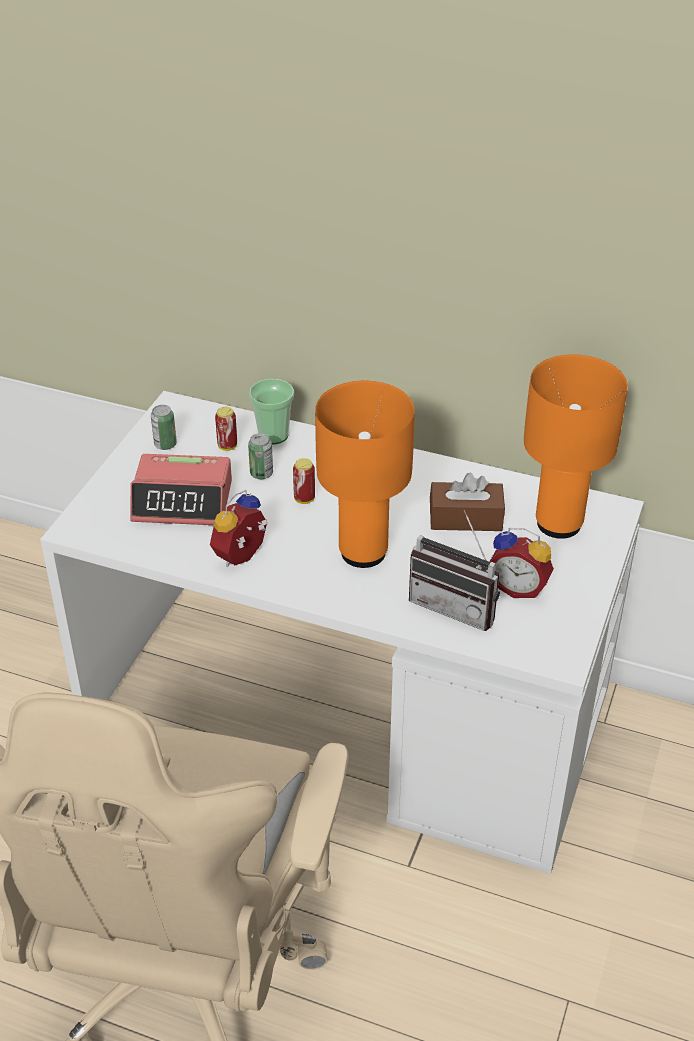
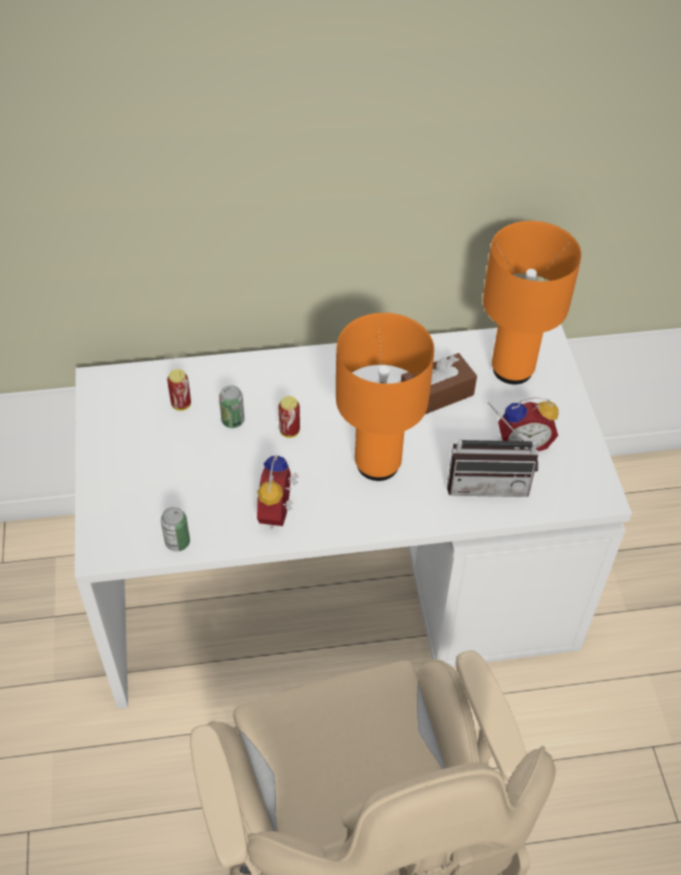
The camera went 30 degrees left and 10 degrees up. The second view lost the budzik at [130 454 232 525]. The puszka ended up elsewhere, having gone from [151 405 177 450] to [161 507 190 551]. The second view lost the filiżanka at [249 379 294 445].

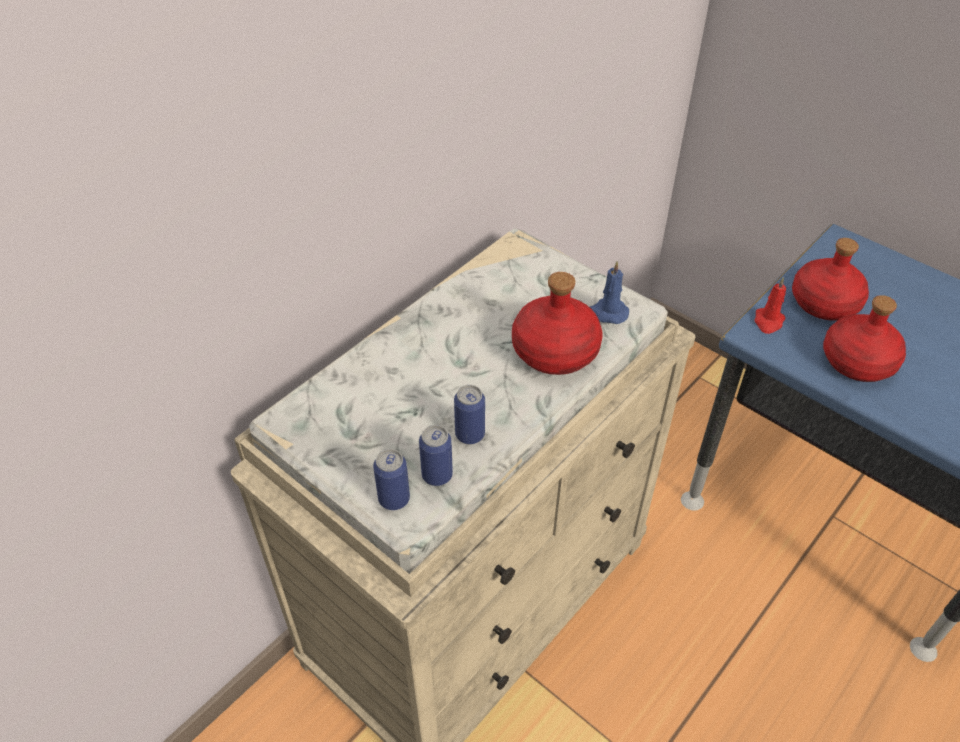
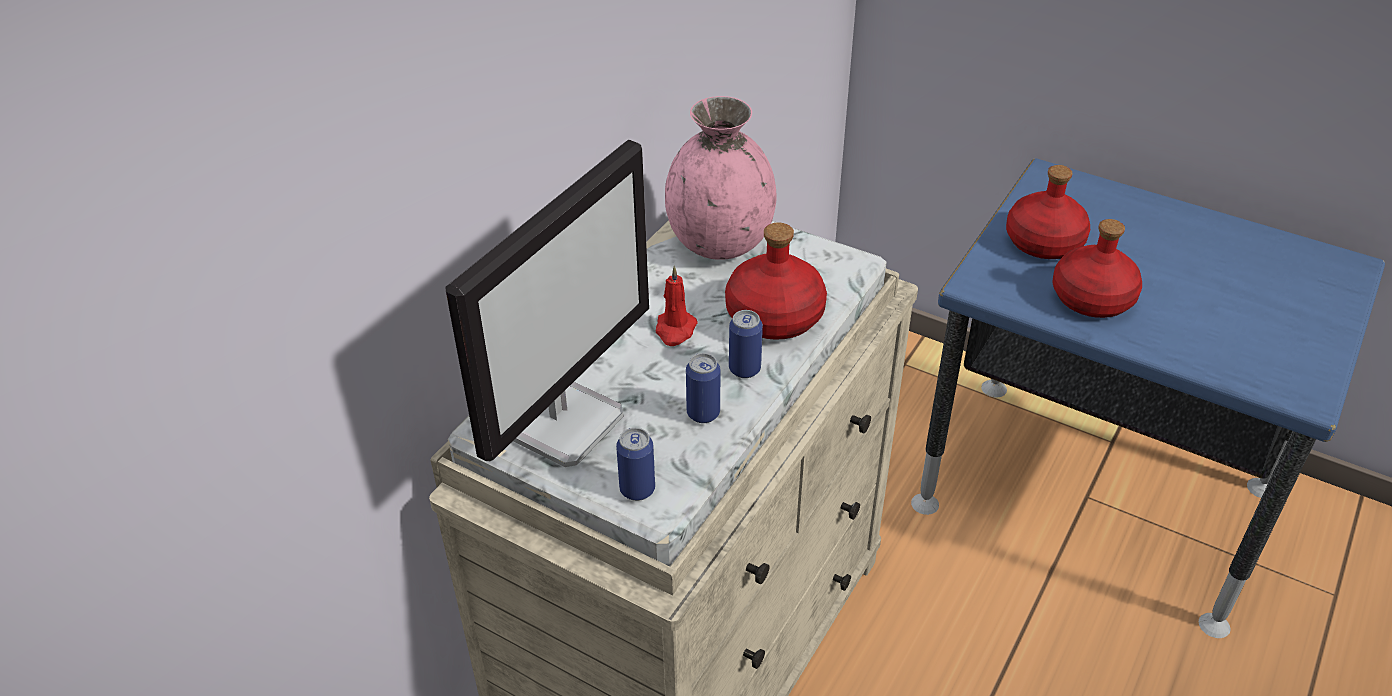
The camera went 10 degrees left and 5 degrees down. The puszka ended up elsewhere, having gone from [419 425 453 486] to [729 310 763 378]. The second view lost the świeca [niebieski] at [590 261 629 324]. The świeca [czerwony] ended up elsewhere, having gone from [754 277 786 334] to [656 266 698 346]. The second view gained the monitor at [445 140 649 467]. The second view gained the wazon [różowy] at [665 96 777 260].

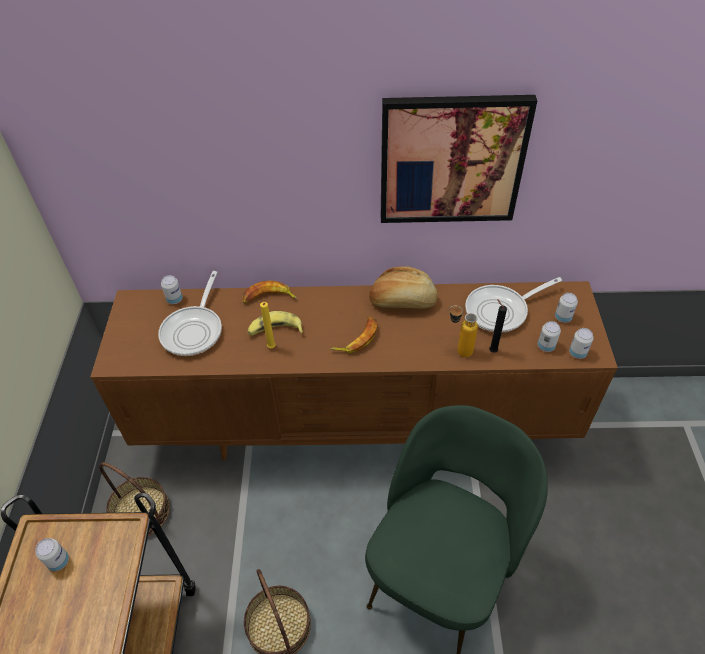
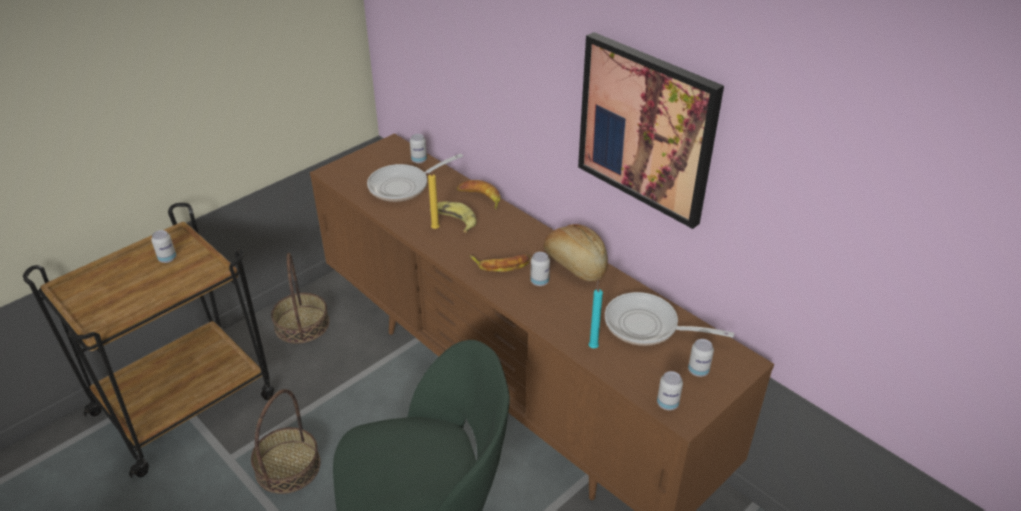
The camera went 45 degrees right and 10 degrees down. The second view lost the butelka at [449 305 478 357]. What was the świeca [czarny] at [489 299 507 353] turned into the świeca [turkusowy] at [588 280 603 348]. The puszka ended up elsewhere, having gone from [538 321 561 352] to [530 252 550 286].

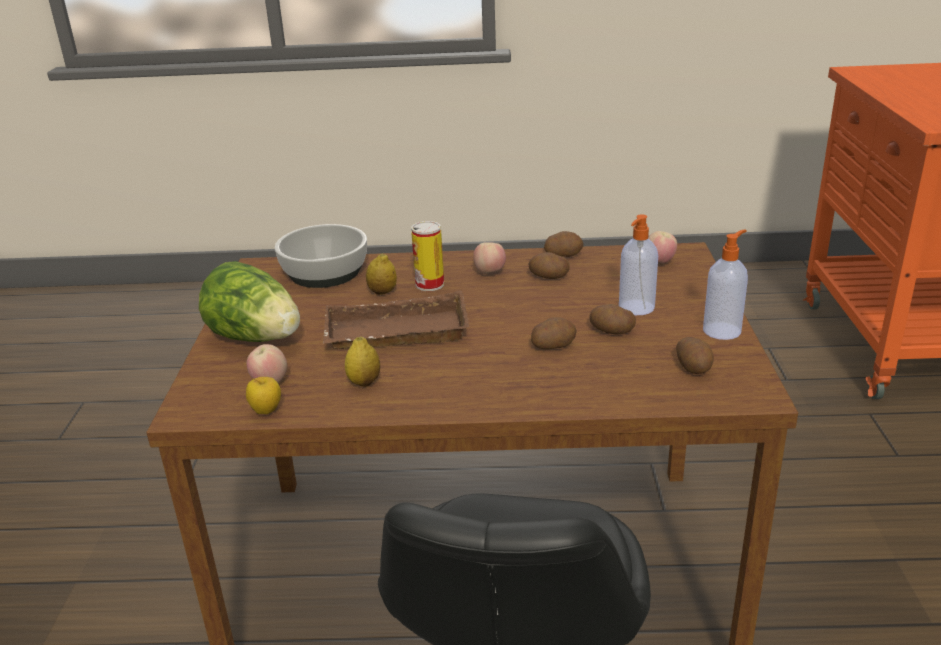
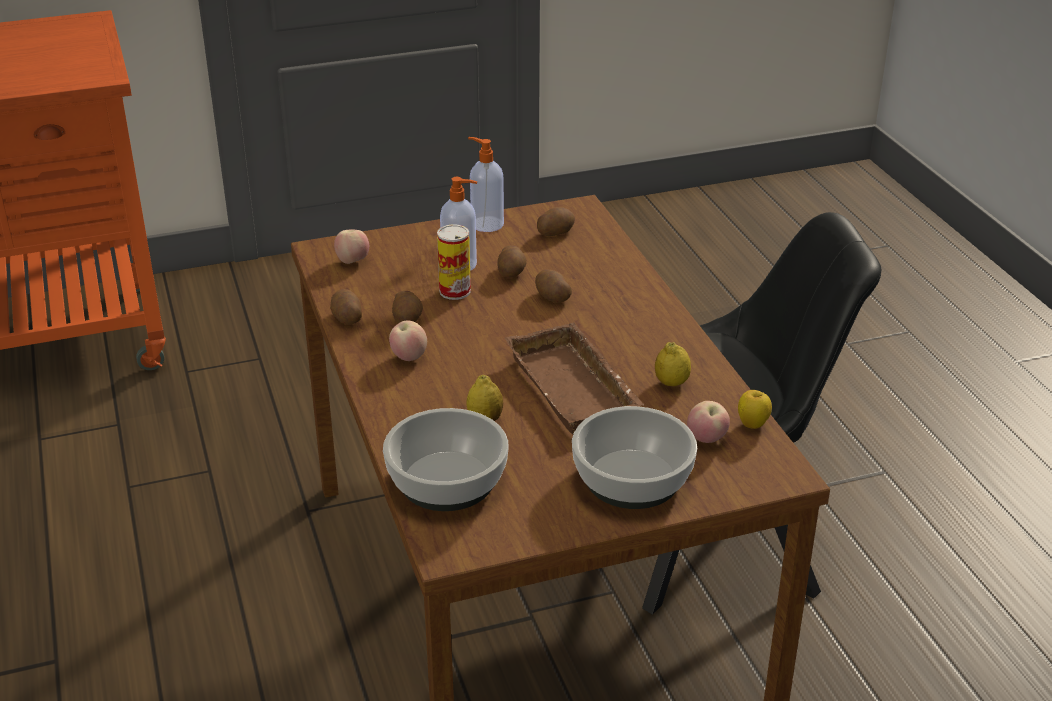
The camera went 110 degrees left and 5 degrees up. Where the sałata stood at [199 261 300 342], the miska came to stand at [572 406 697 509]. The puszka ended up elsewhere, having gone from [411 221 444 291] to [437 224 471 300].

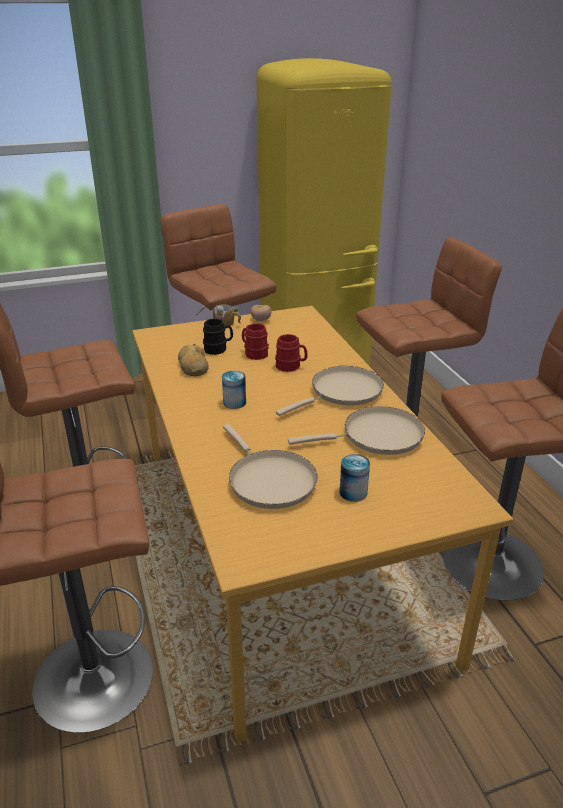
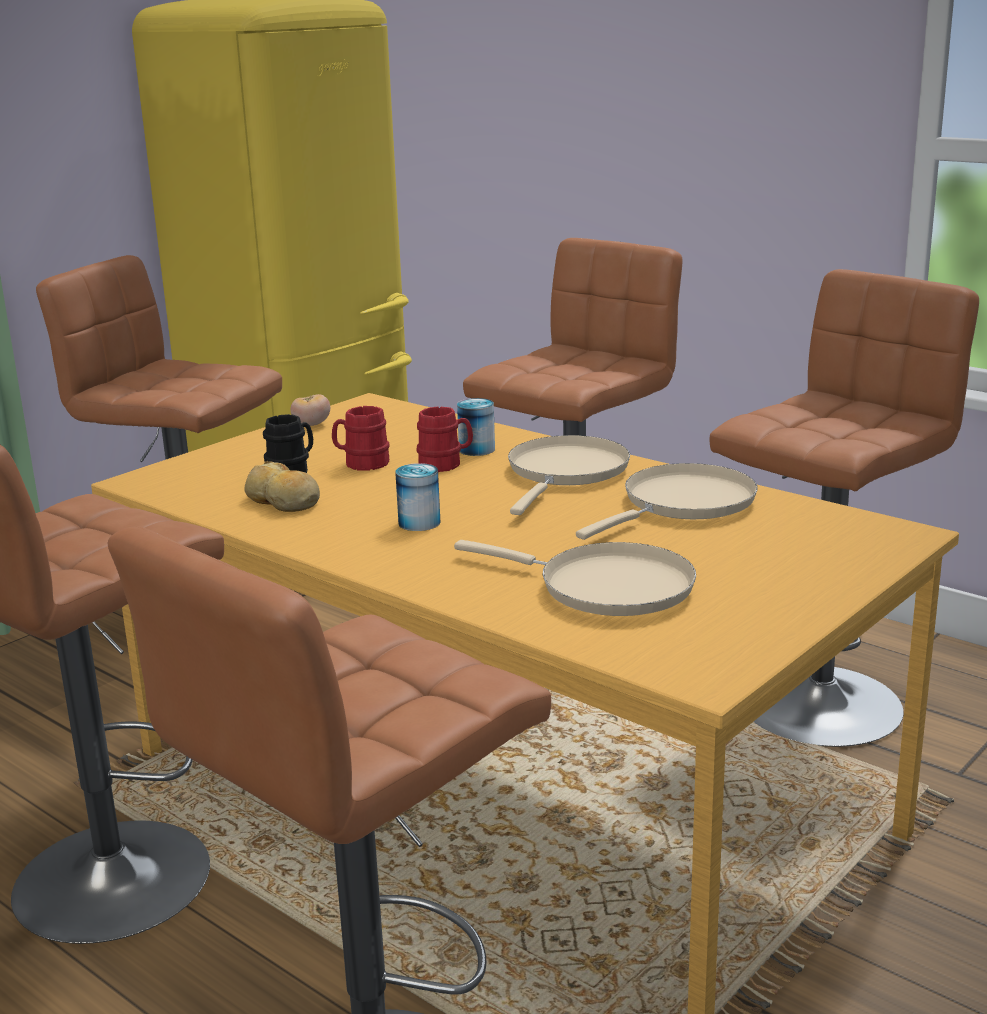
The camera went 30 degrees left and 10 degrees down. The second view lost the kubek at [213 304 241 326]. The puszka ended up elsewhere, having gone from [339 454 370 502] to [457 398 495 456].

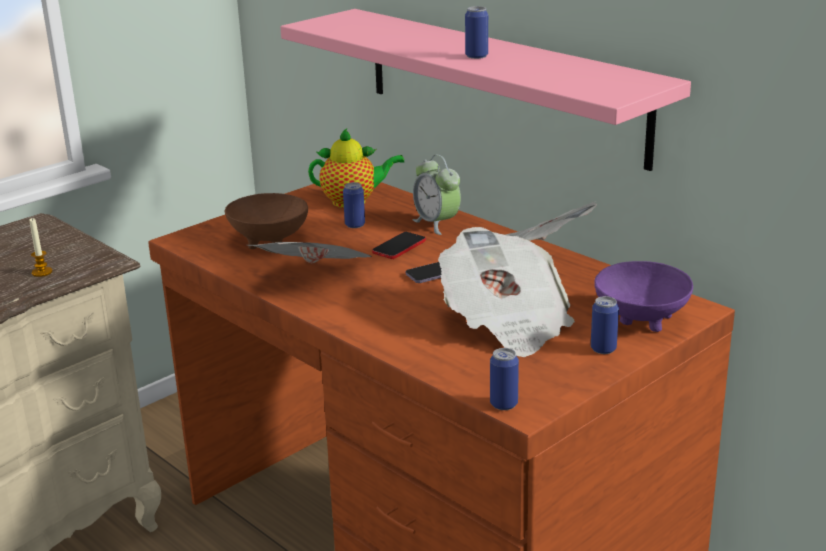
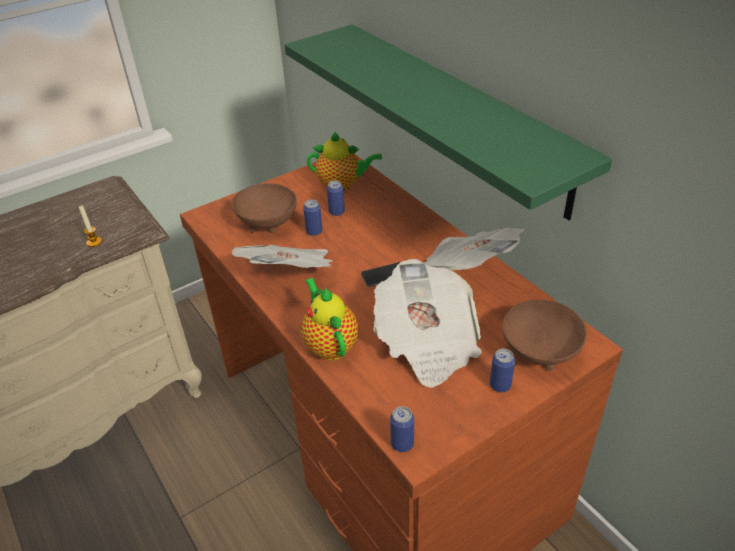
The camera went 10 degrees right and 15 degrees up. What was the półka [różowy] at [280 9 691 171] turned into the półka [zielony] at [285 25 612 220]. The second view lost the telefon at [372 232 426 259]. The second view lost the budzik at [413 154 461 235]. The puszka ended up elsewhere, having gone from [465 6 488 59] to [303 199 323 236]. What was the miska [fioletowy] at [594 261 693 332] turned into the miska [brązowy] at [502 300 587 371]. The second view gained the imbryk at [301 278 358 361].

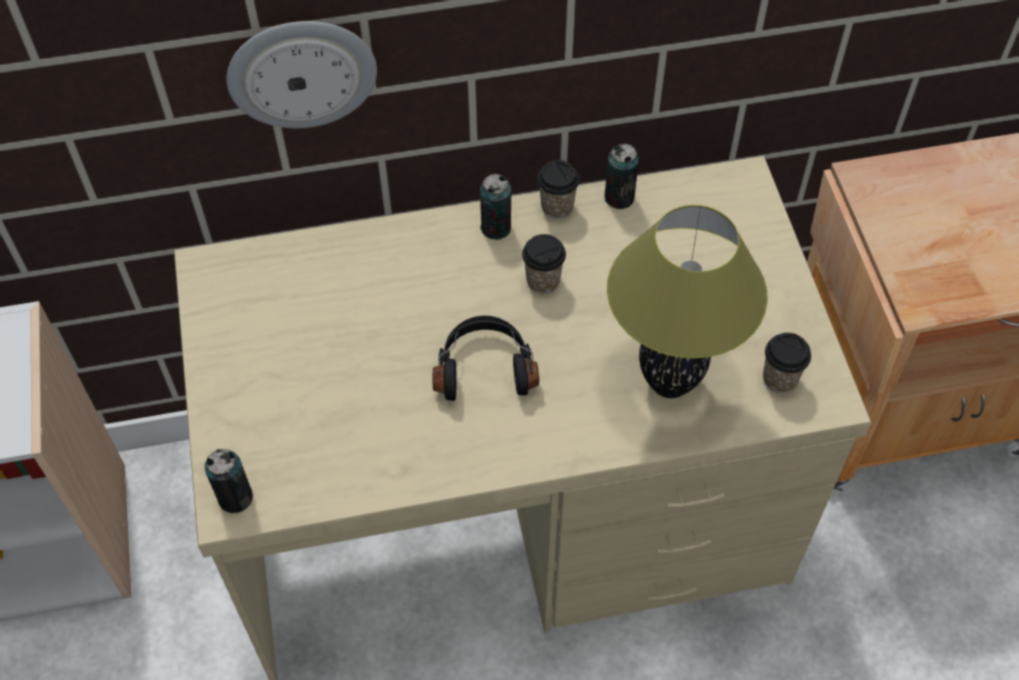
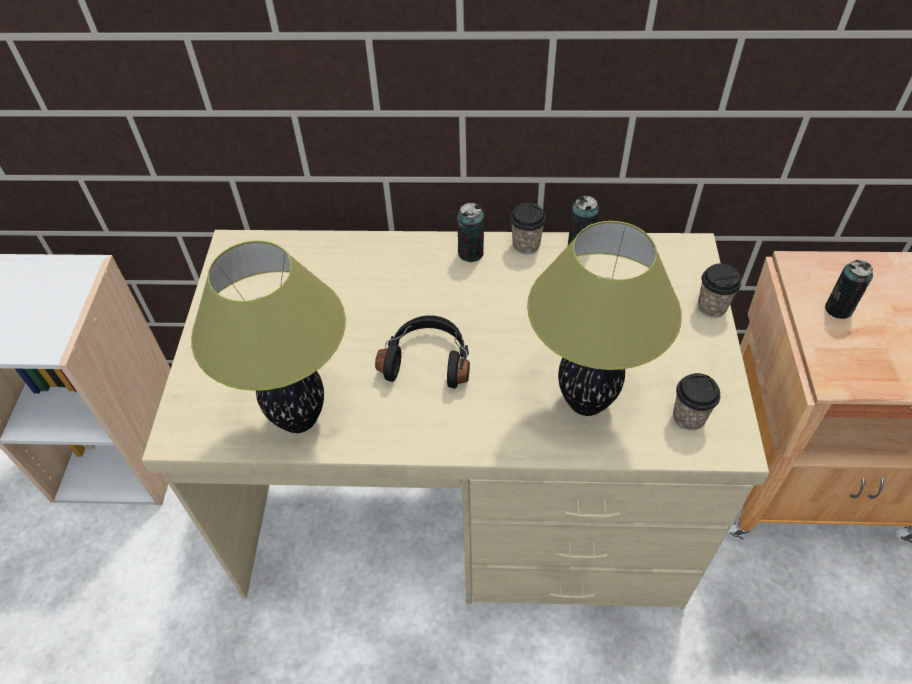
The camera went 15 degrees right and 5 degrees down. The puszka ended up elsewhere, having gone from [205 449 253 513] to [825 260 873 319]. The second view lost the zegar ścienny at [226 21 377 128]. The filiżanka ended up elsewhere, having gone from [522 234 566 294] to [698 264 741 318]. The second view gained the lampa stołowa at [191 240 346 433].

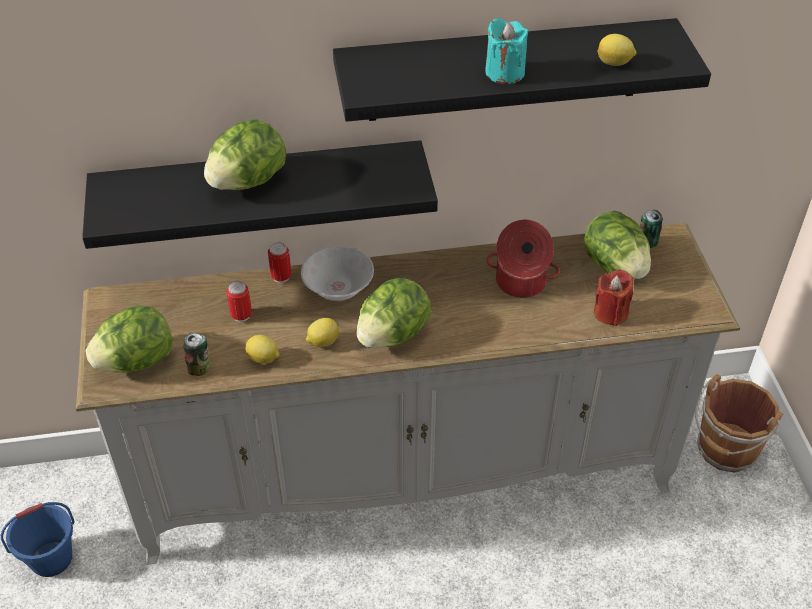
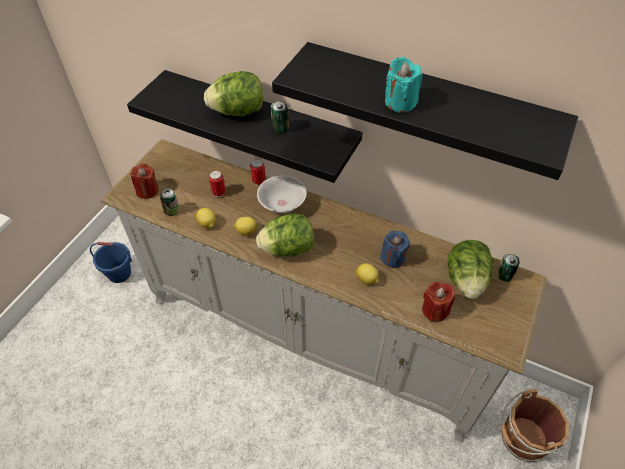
The camera went 35 degrees right and 5 degrees up. Where the sałata stood at [86 306 173 373], the świeca [czerwony] came to stand at [130 163 159 199]. Where the garnek stood at [486 220 560 298], the świeca [niebieski] came to stand at [380 230 410 268]. The cytryna ended up elsewhere, having gone from [598 34 636 66] to [356 263 379 285]. The second view gained the puszka at [271 101 289 133].

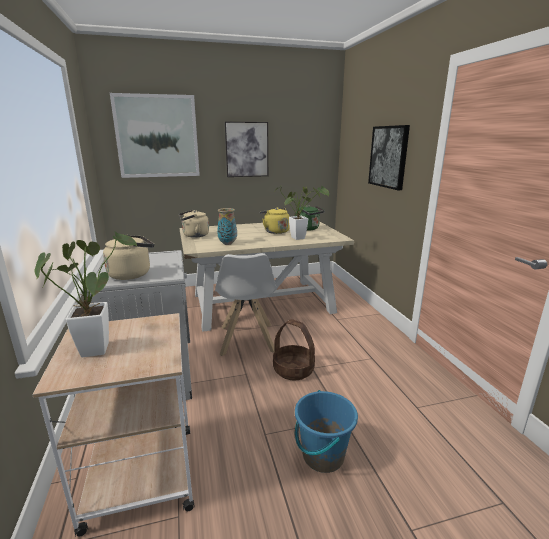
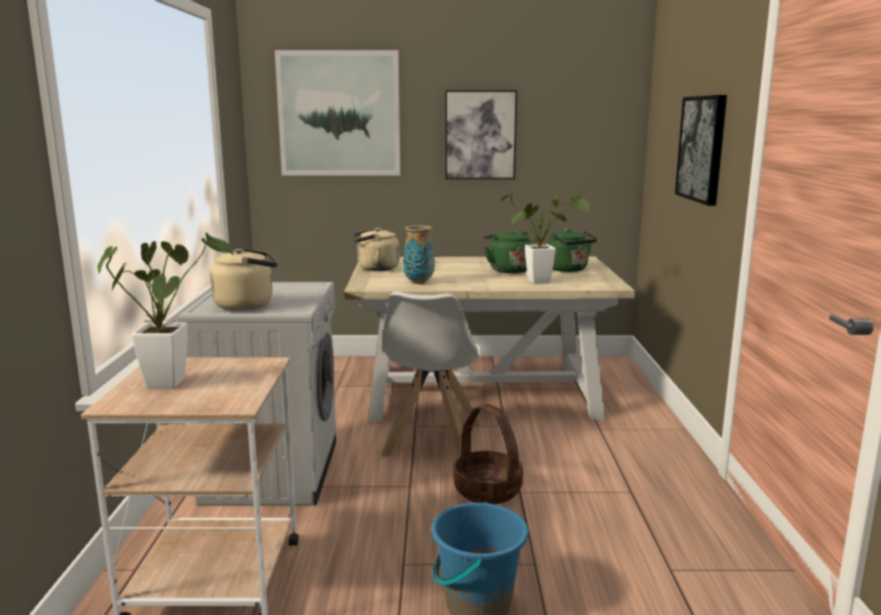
The camera went 15 degrees right and 5 degrees down. What was the czajnik [żółty] at [260 208 290 234] turned into the czajnik [zielony] at [484 230 533 274].

